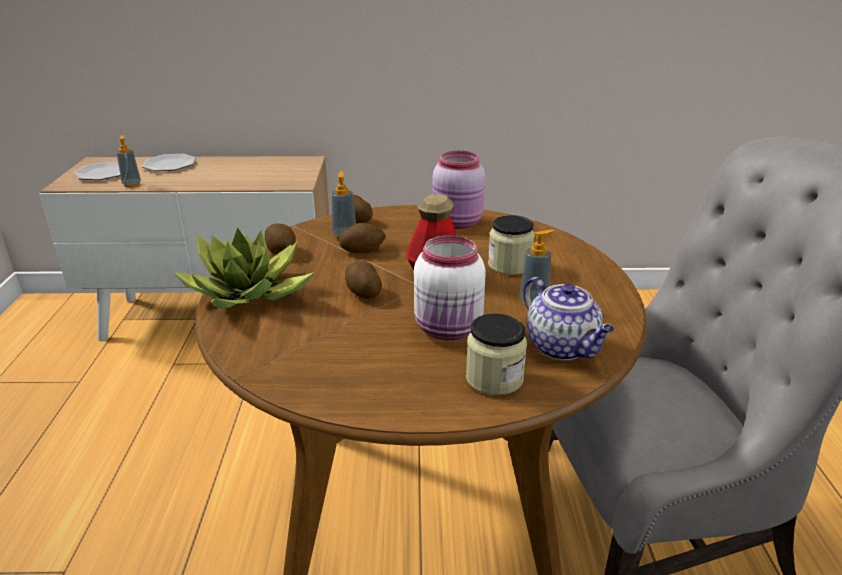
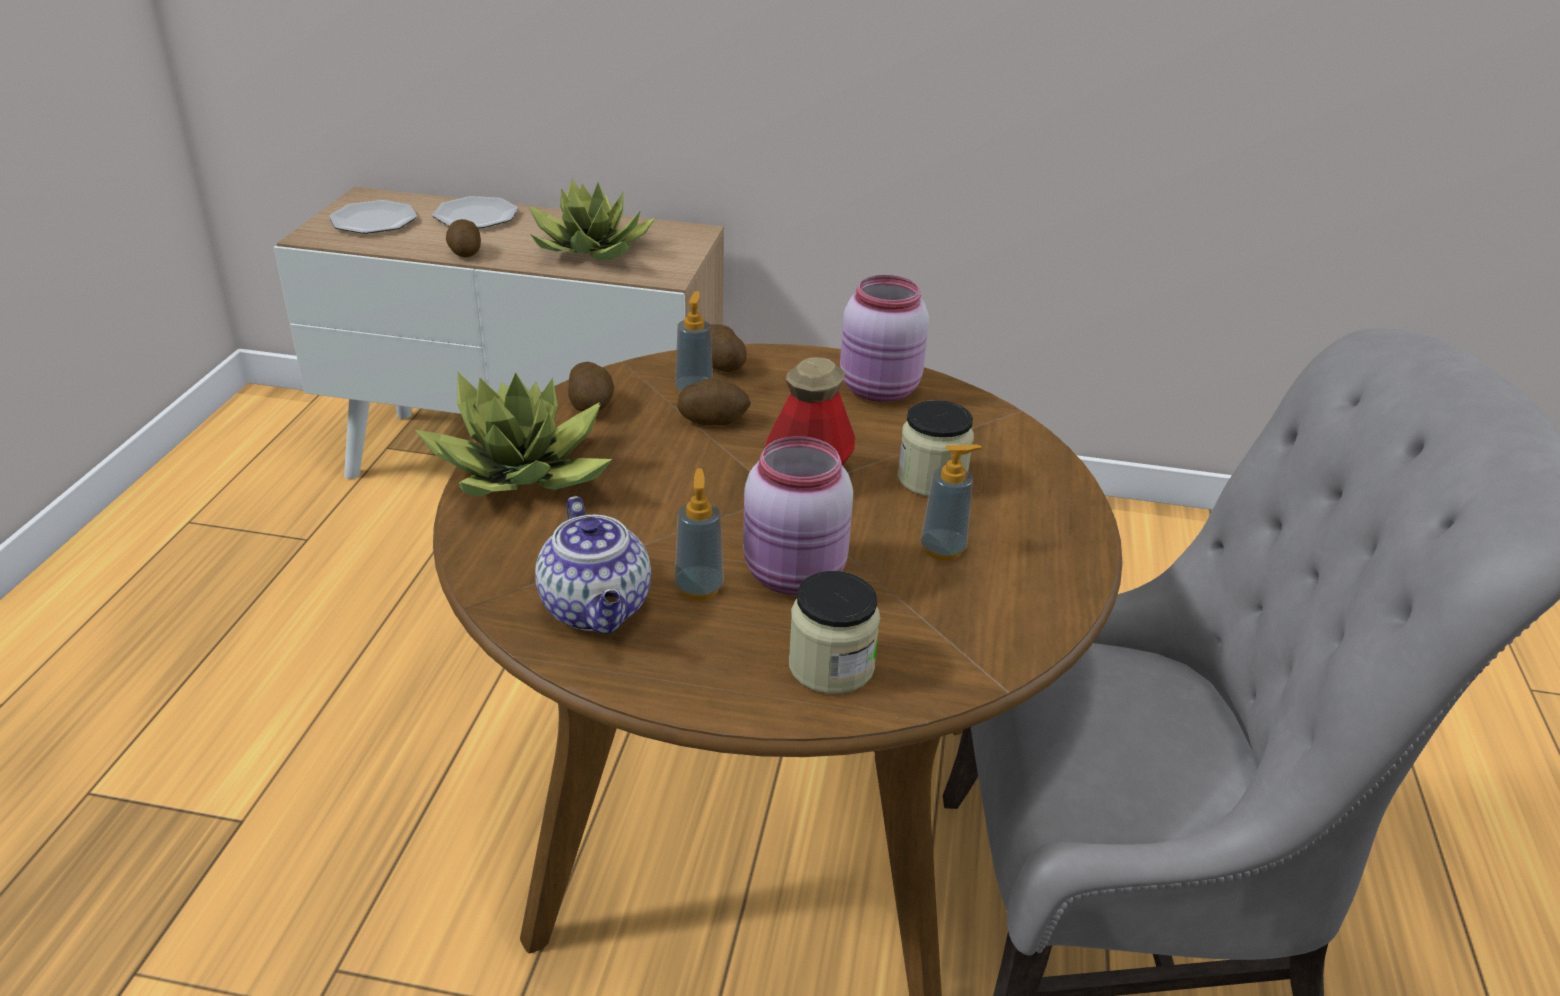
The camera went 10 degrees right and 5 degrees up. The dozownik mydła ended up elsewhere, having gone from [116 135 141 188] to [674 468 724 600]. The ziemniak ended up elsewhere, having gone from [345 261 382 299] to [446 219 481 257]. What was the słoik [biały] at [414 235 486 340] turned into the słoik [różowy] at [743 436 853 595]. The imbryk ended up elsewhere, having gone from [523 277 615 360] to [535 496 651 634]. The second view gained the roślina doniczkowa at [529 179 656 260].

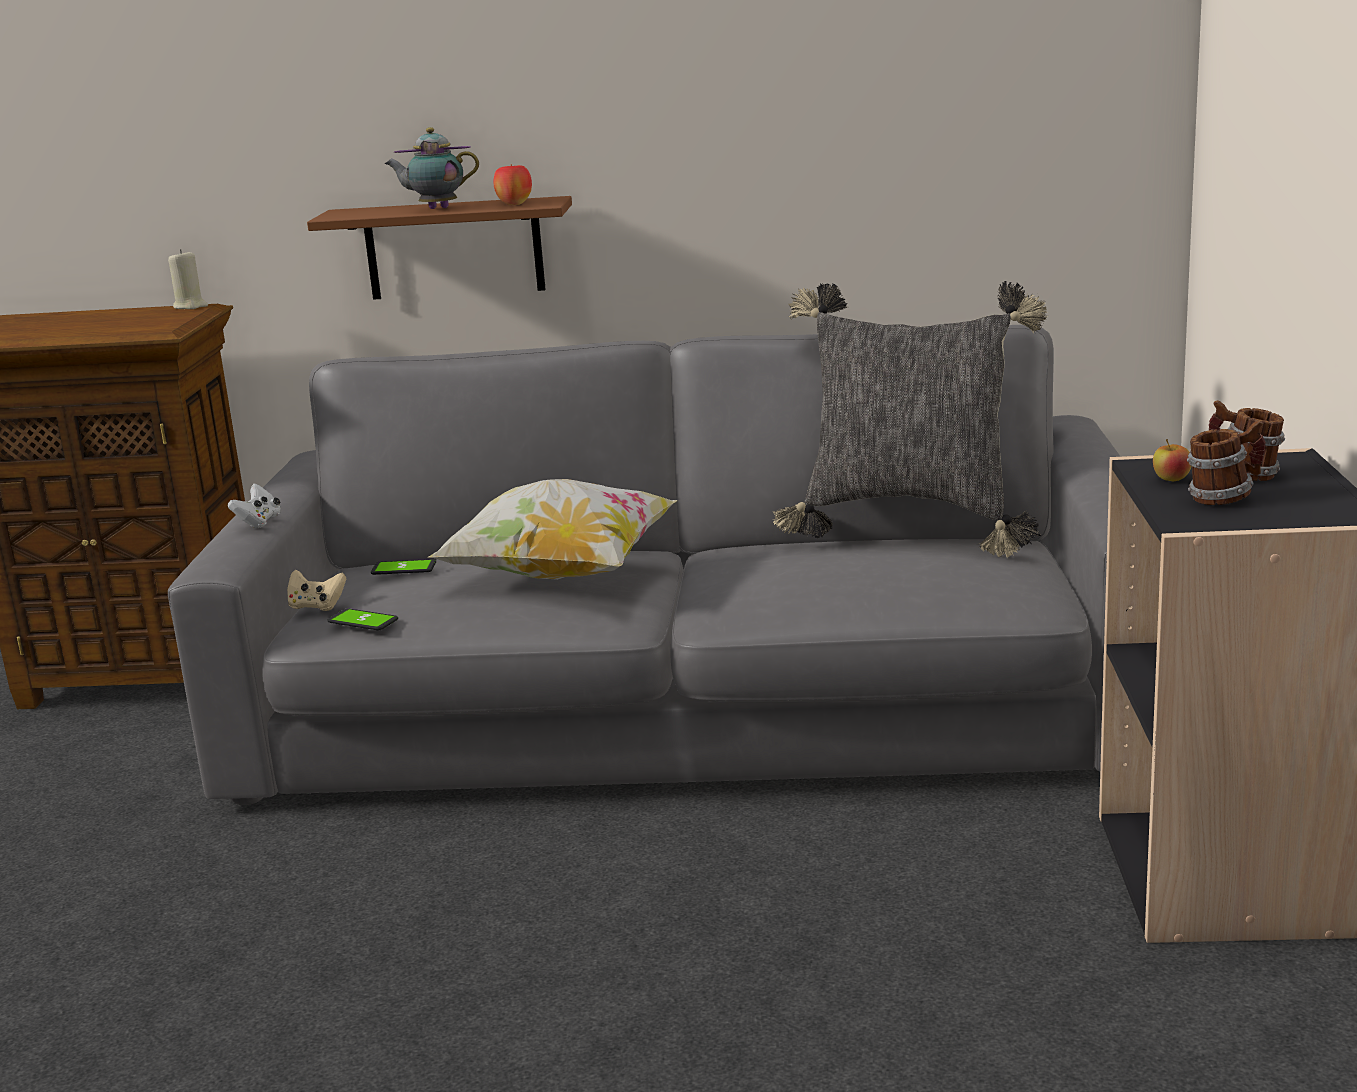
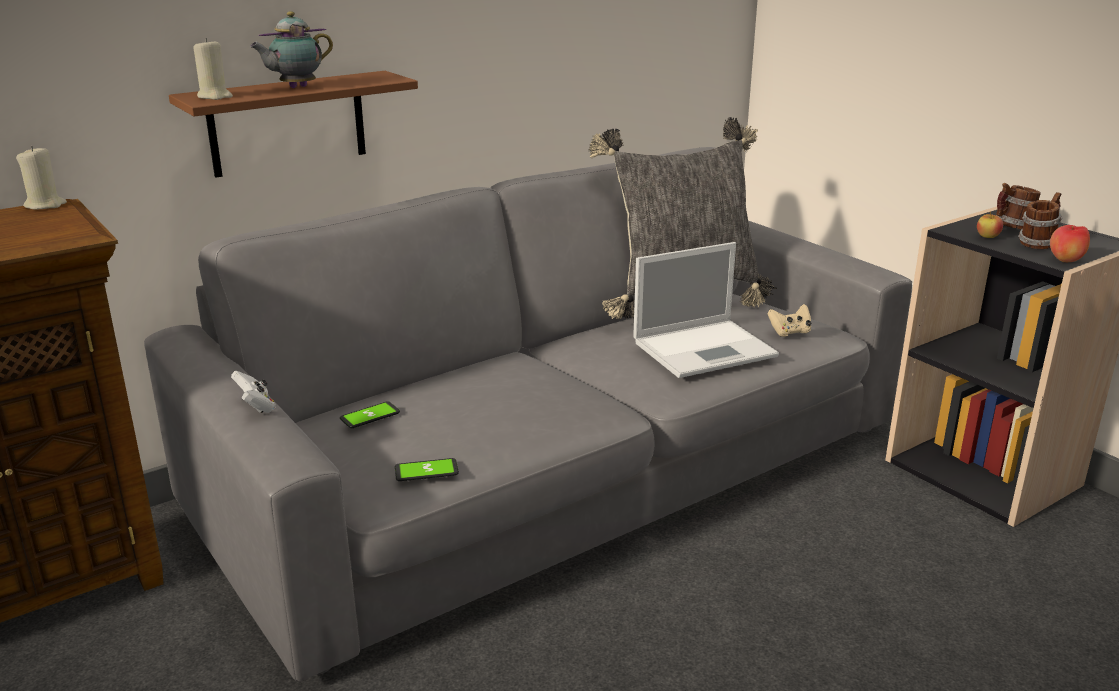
The camera went 40 degrees left and 5 degrees up. The pad do gier [beżowy] ended up elsewhere, having gone from [287 569 346 611] to [768 304 811 337]. The second view lost the poduszka at [427 479 677 580]. The jabłko ended up elsewhere, having gone from [494 164 532 205] to [1050 225 1090 262]. The second view gained the świeca [beżowy] at [193 38 233 100]. The second view gained the laptop at [633 242 779 378].

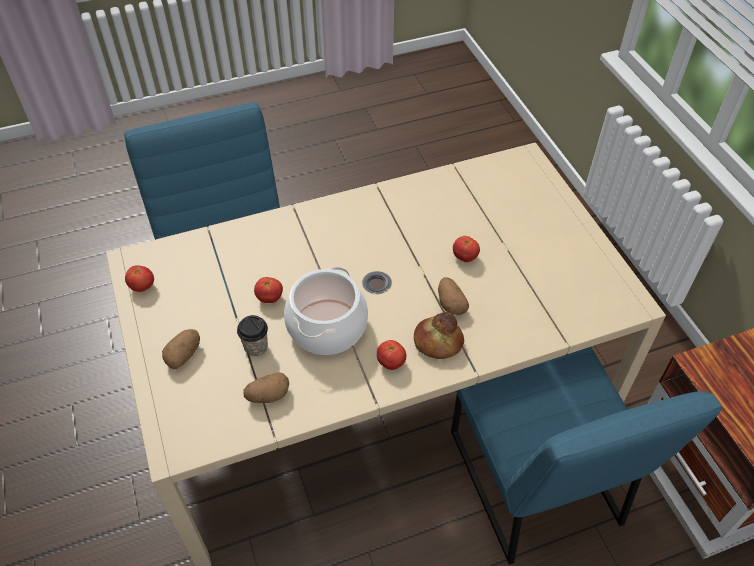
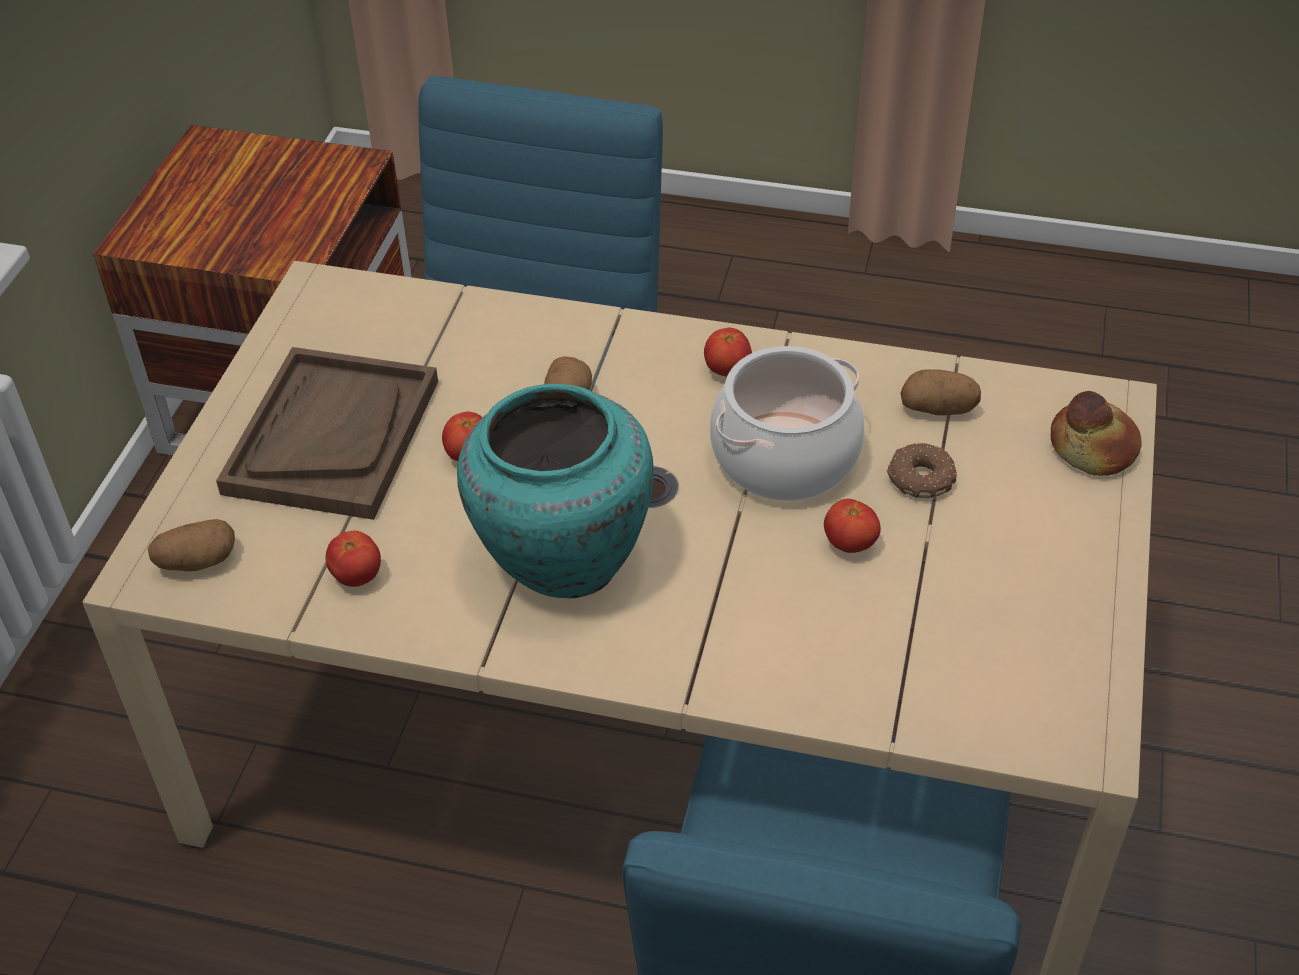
The camera went 145 degrees left and 5 degrees down. The pomidor ended up elsewhere, having gone from [125 265 154 292] to [326 531 381 587]. The ziemniak ended up elsewhere, having gone from [162 329 200 369] to [148 519 235 571]. Where the filiżanka stood at [237 315 268 357], the donut came to stand at [887 443 957 498]. The chleb ended up elsewhere, having gone from [414 312 464 359] to [1051 391 1142 476]. The second view gained the taca [brązowy] at [216 347 438 520]. The second view gained the wazon [turkusowy] at [457 384 654 598].

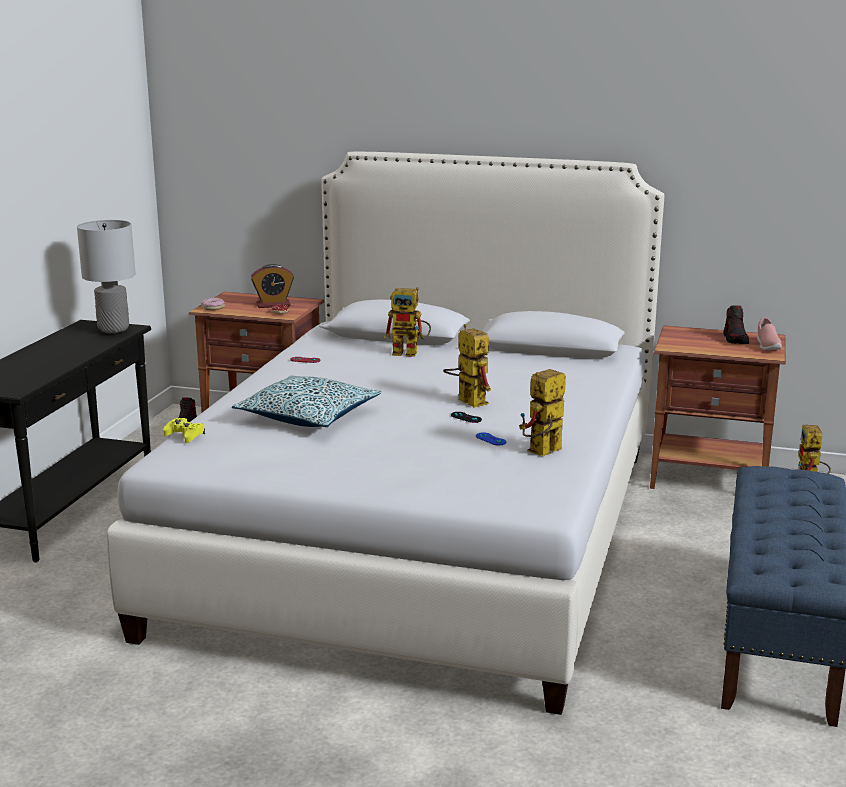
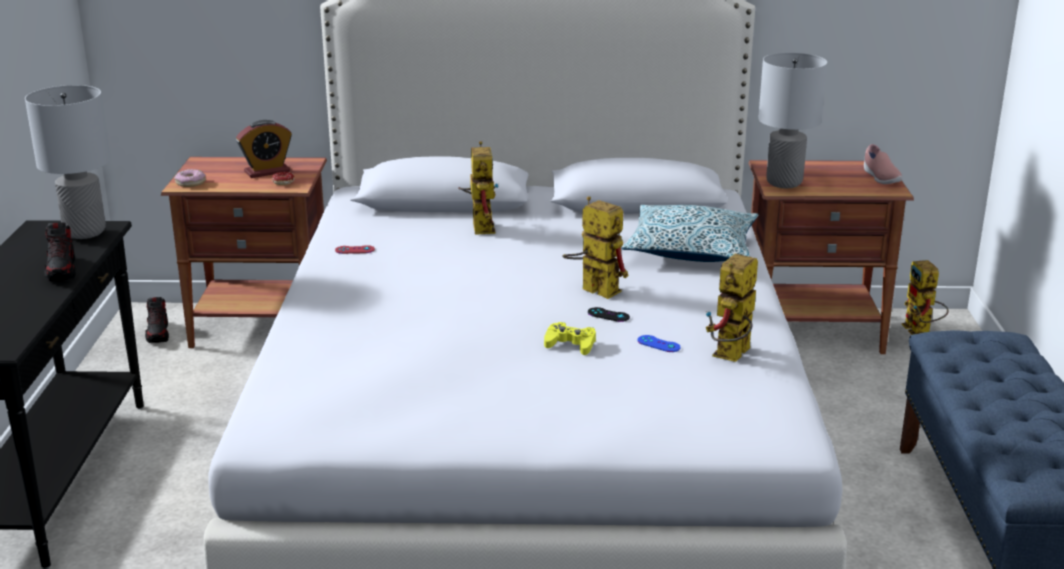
The camera went 15 degrees left and 5 degrees up. The pad do gier [żółty] ended up elsewhere, having gone from [163 418 205 443] to [544 322 596 355]. The poduszka ended up elsewhere, having gone from [232 375 382 427] to [622 205 758 262]. The robot zabawkowy at [384 287 431 357] ended up facing another way, 90 degrees counterclockwise from before. The but ended up elsewhere, having gone from [724 306 749 344] to [44 222 76 281]. The second view gained the lampa stołowa [szary] at [758 53 827 189].

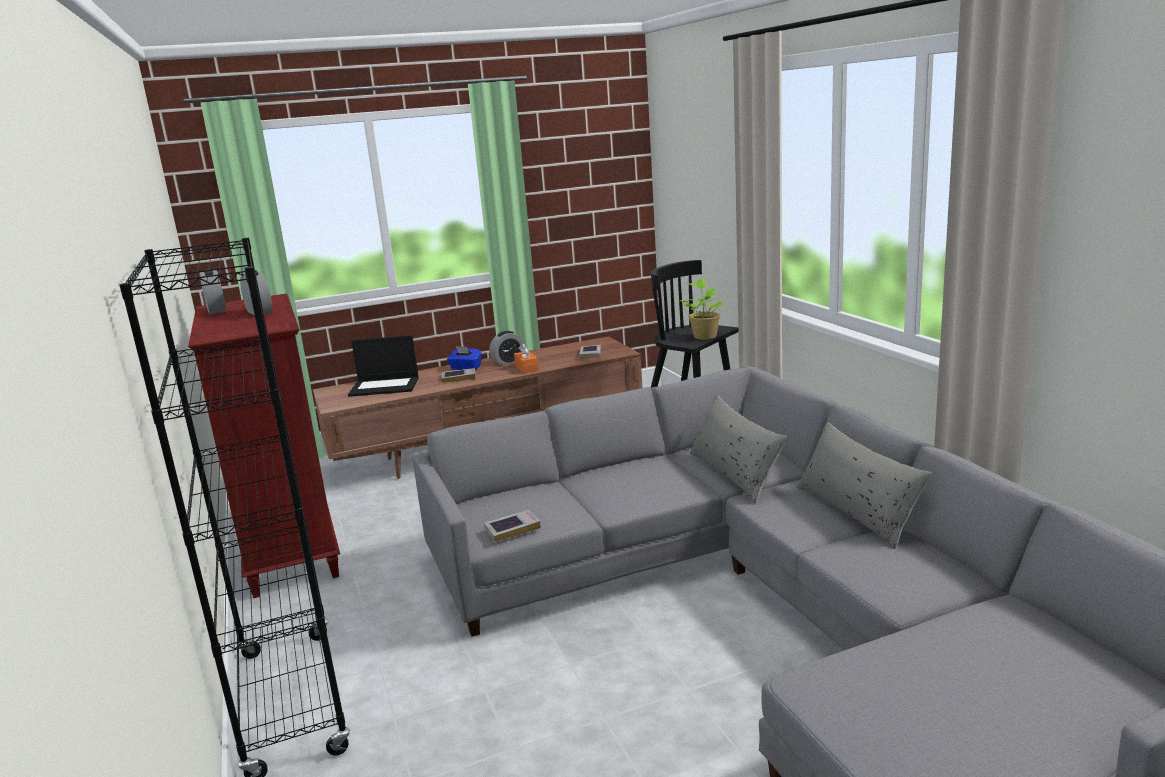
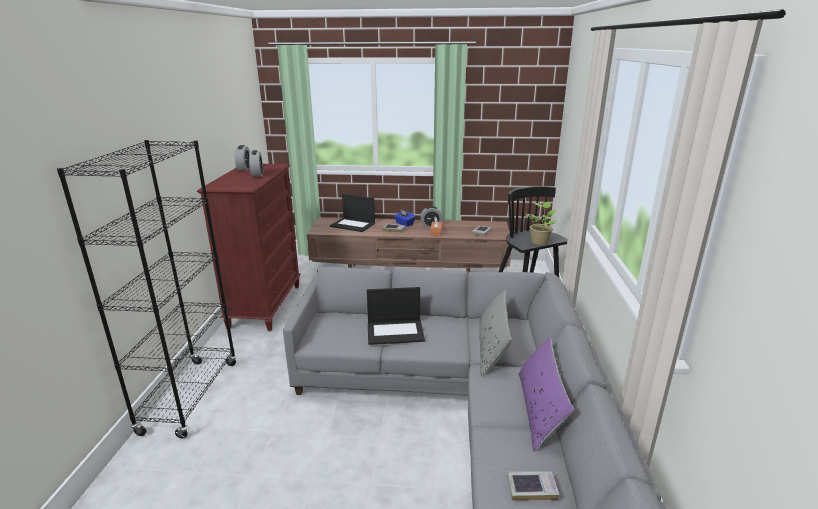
The camera went 25 degrees right and 5 degrees up. The książka ended up elsewhere, having gone from [484 510 541 542] to [507 472 559 500]. What was the poduszka [szary] at [796 422 932 549] turned into the poduszka [fioletowy] at [518 337 574 452]. The second view gained the laptop at [367 287 425 345].

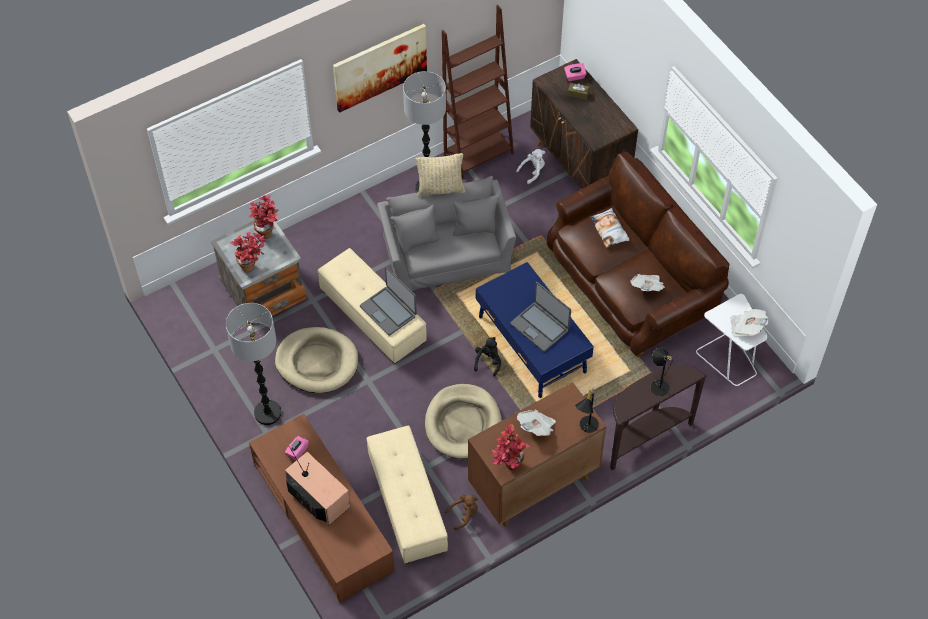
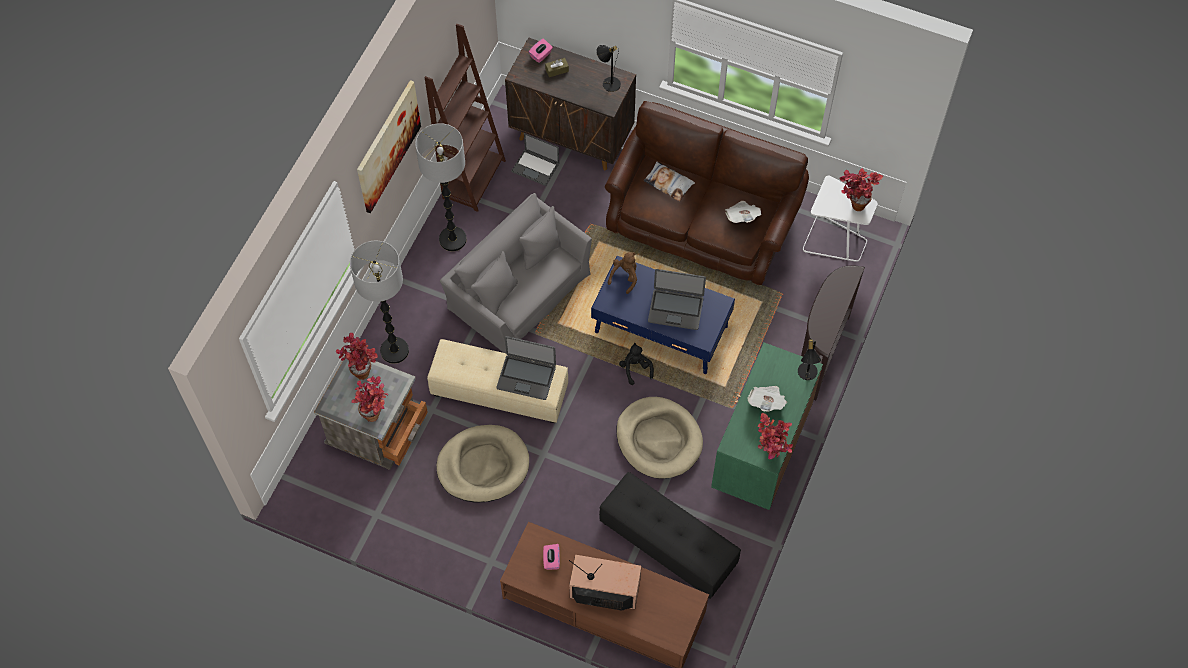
The camera went 35 degrees left and 5 degrees up. The lampa stojąca ended up elsewhere, having gone from [226 303 282 425] to [350 241 409 364]. What was the pufa [beżowy] at [367 426 448 564] turned into the pufa [czarny] at [599 472 741 599]. The second view lost the poduszka [beżowy] at [416 153 465 197]. The pluszak [brązowy] ended up elsewhere, having gone from [445 494 478 530] to [608 252 637 294]. What was the szafka [brązowy] at [468 382 607 526] turned into the szafka [zielony] at [711 342 823 510]. Where the pluszak [biały] stood at [516 149 545 184], the laptop came to stand at [511 133 559 186]. The lampa stołowa [czarny] ended up elsewhere, having gone from [651 347 672 396] to [596 45 621 92]. Where the gazeta stood at [730 309 769 336], the roślina doniczkowa came to stand at [839 168 883 211].

